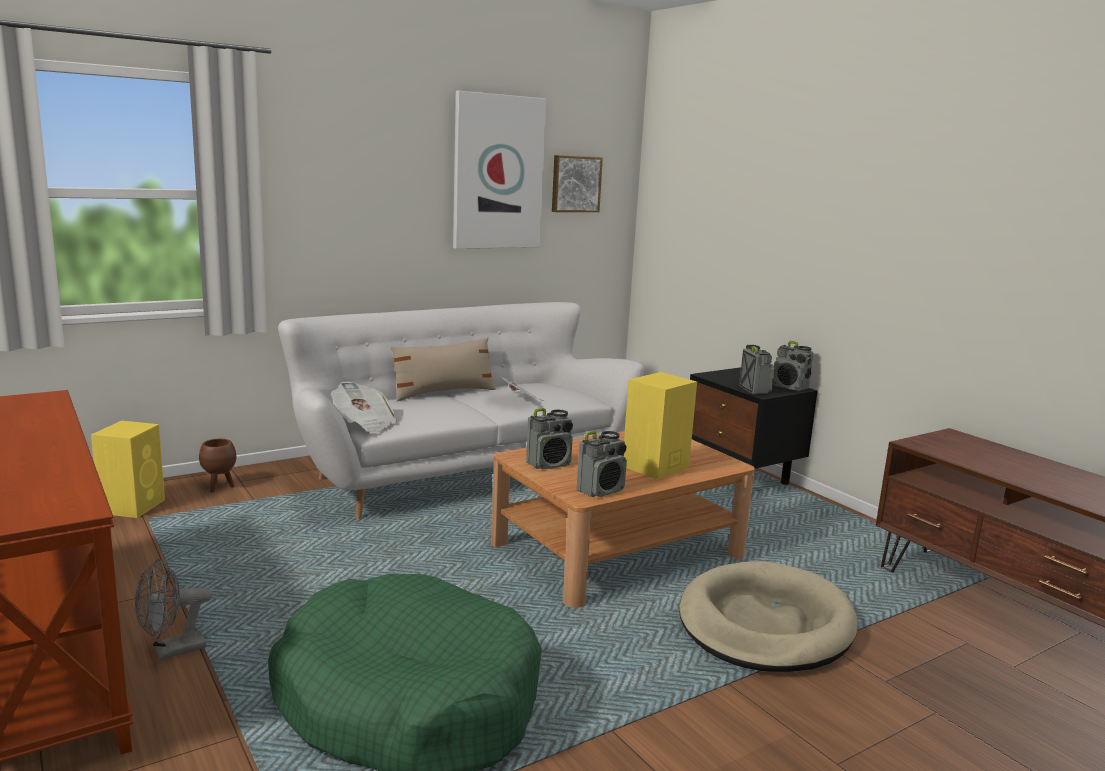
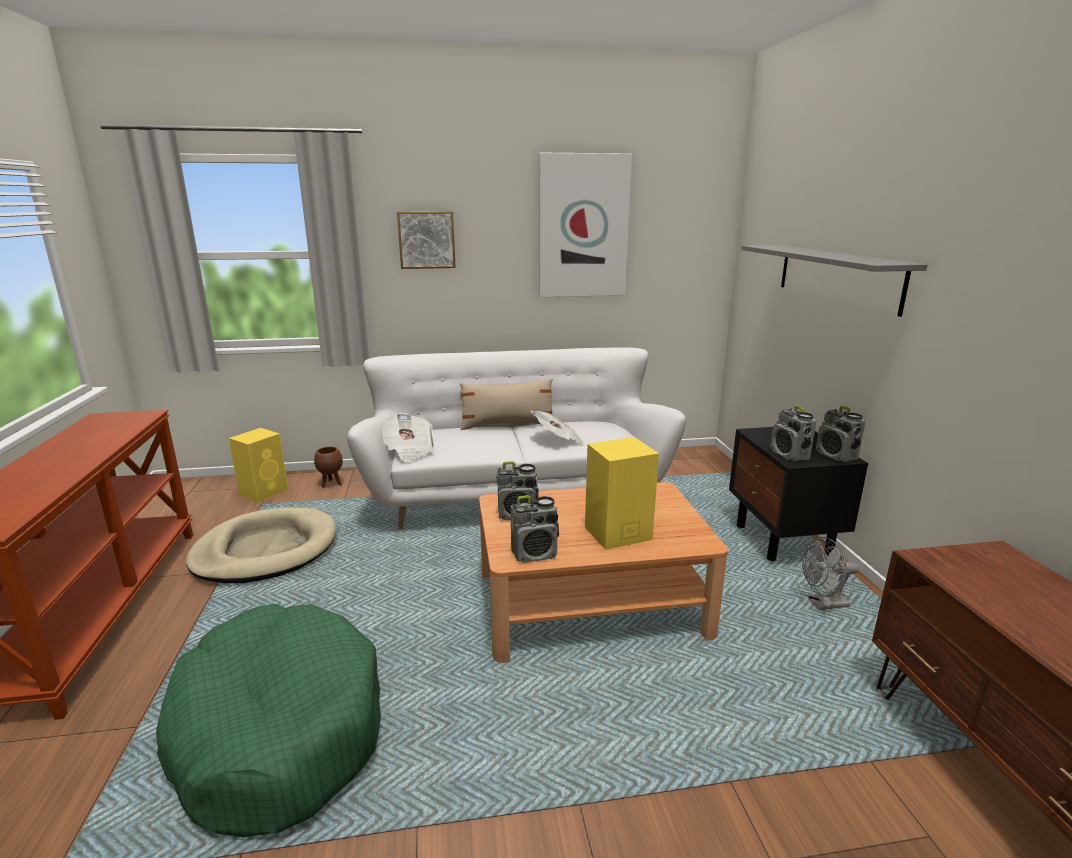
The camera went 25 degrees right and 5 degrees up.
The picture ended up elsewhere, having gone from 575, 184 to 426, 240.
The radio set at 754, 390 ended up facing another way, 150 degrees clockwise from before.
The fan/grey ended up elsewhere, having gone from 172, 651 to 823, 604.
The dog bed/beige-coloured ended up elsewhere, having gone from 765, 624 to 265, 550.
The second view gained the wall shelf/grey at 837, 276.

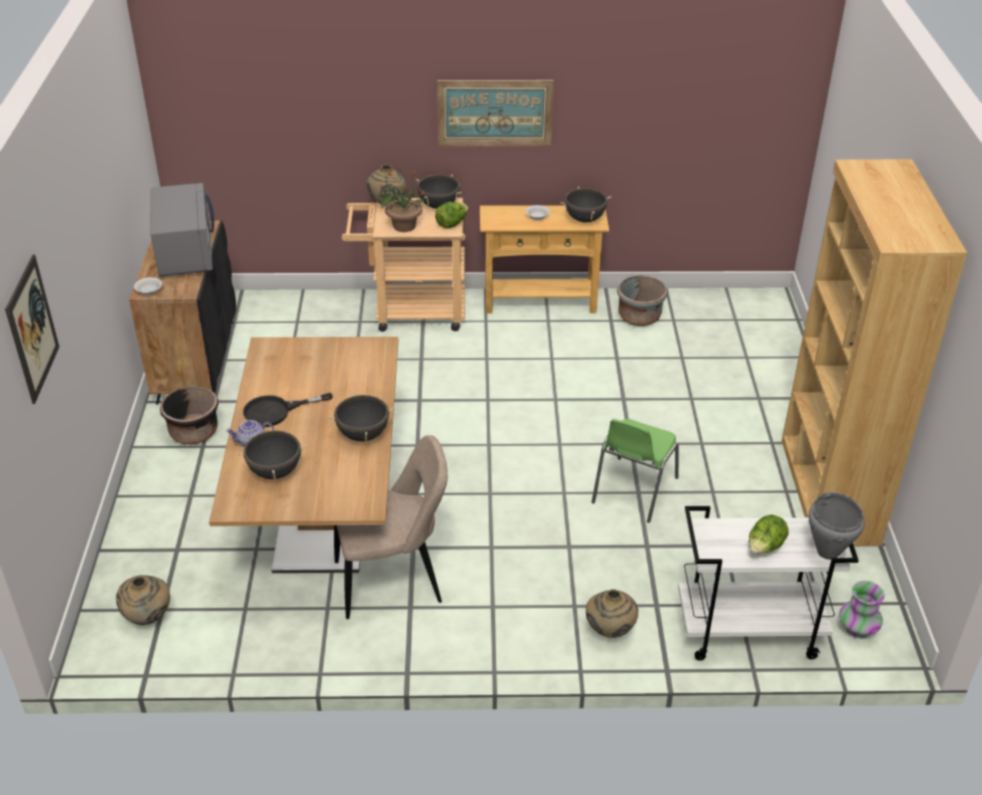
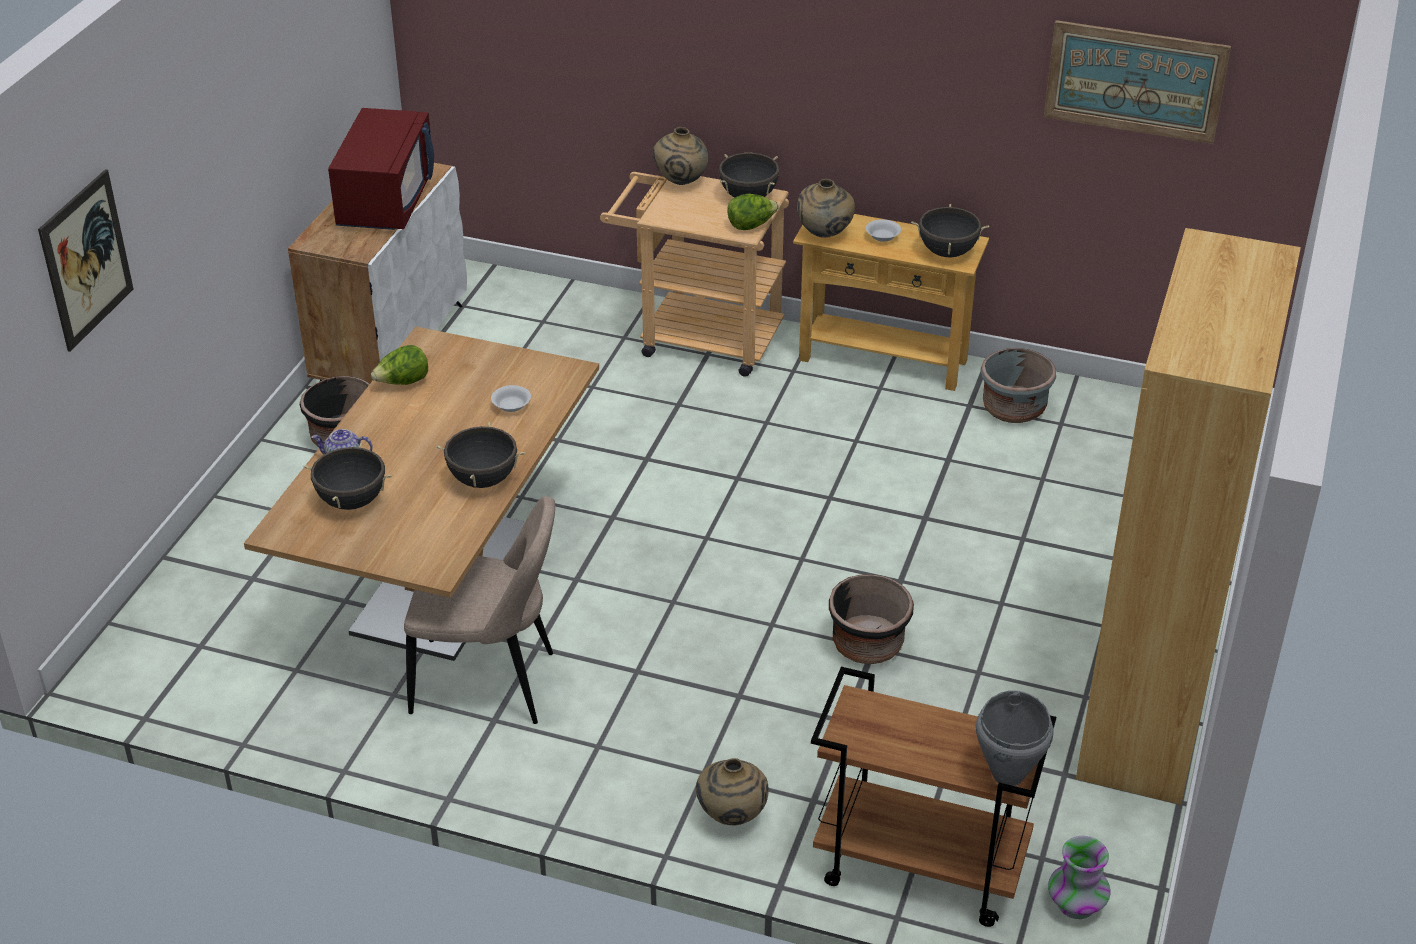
The camera went 20 degrees right and 0 degrees up.
The picture ended up elsewhere, having gone from 495, 112 to 1135, 81.
The second view lost the plant in a pot at 403, 226.
What was the kitchen microwave/grey at 185, 253 turned into the kitchen microwave/red-coloured at 386, 200.
What was the storage cabinet/black at 196, 361 turned into the storage cabinet/whitish at 391, 347.
The deep dish/whitish ended up elsewhere, having gone from 149, 291 to 512, 405.
The second view lost the skillet/black at 276, 411.
Where the upright chair/green stood at 633, 490, the planter/black came to stand at 867, 644.
What was the wheeled cart/whitish at 747, 632 turned into the wheeled cart/brown-coloured at 918, 868.
The lettuce ended up elsewhere, having gone from 764, 548 to 403, 383.
The flower vase/beige-coloured ended up elsewhere, having gone from 148, 617 to 824, 235.

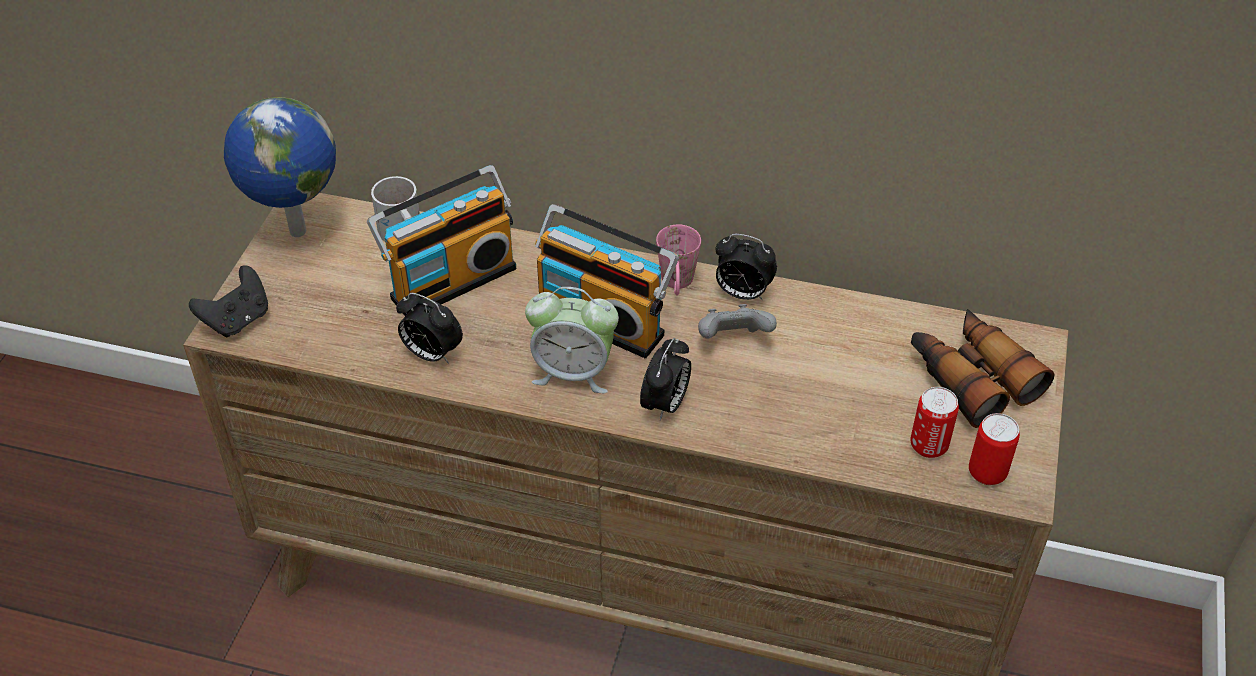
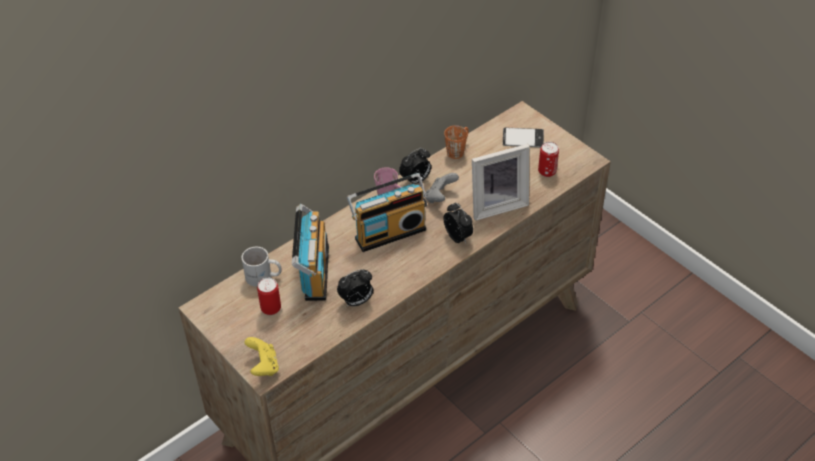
The camera went 55 degrees left and 0 degrees up.
The second view lost the desk globe at 295, 232.
What was the gamepad/black at 238, 320 turned into the gamepad/yellowish at 263, 366.
The second view lost the table clock at 573, 372.
Where the pair of binoculars stood at 971, 377, the phone came to stand at 522, 140.
The sealed can ended up elsewhere, having gone from 987, 473 to 271, 308.
The second view gained the mug/orange-coloured at 458, 150.
The second view gained the standing frame at 496, 204.

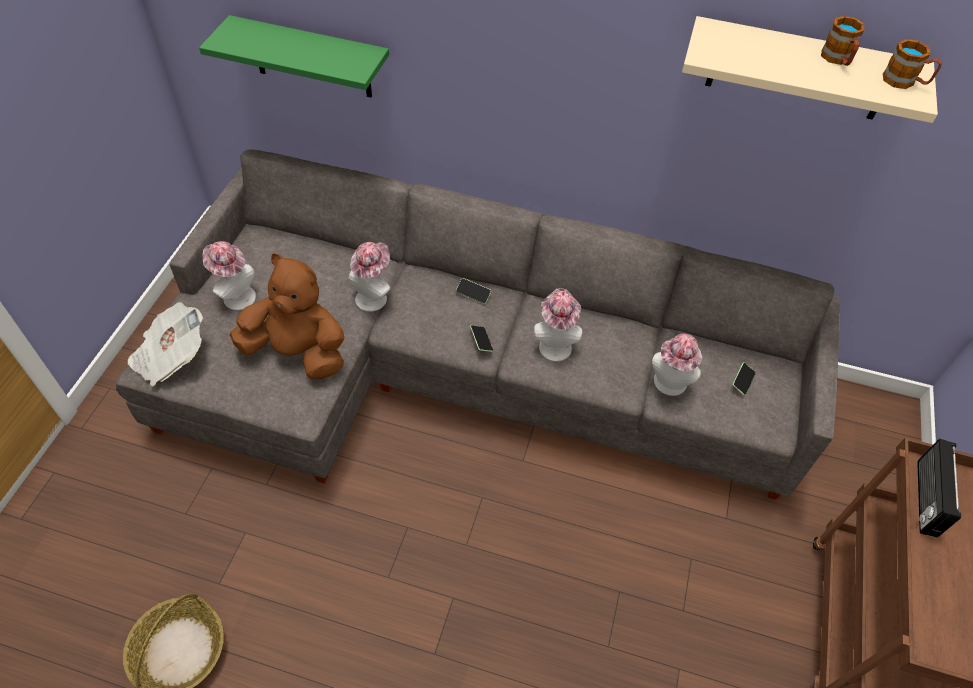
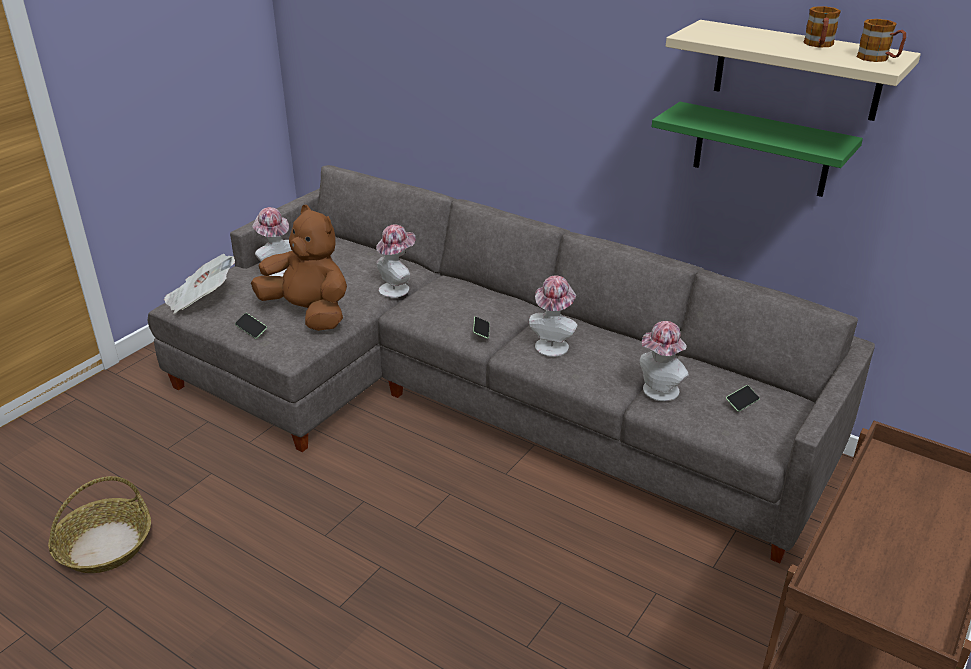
The camera went 20 degrees right and 20 degrees down.
The wall shelf/green ended up elsewhere, having gone from 312, 58 to 761, 150.
The phone ended up elsewhere, having gone from 473, 294 to 251, 330.
The second view lost the radio set at 924, 497.

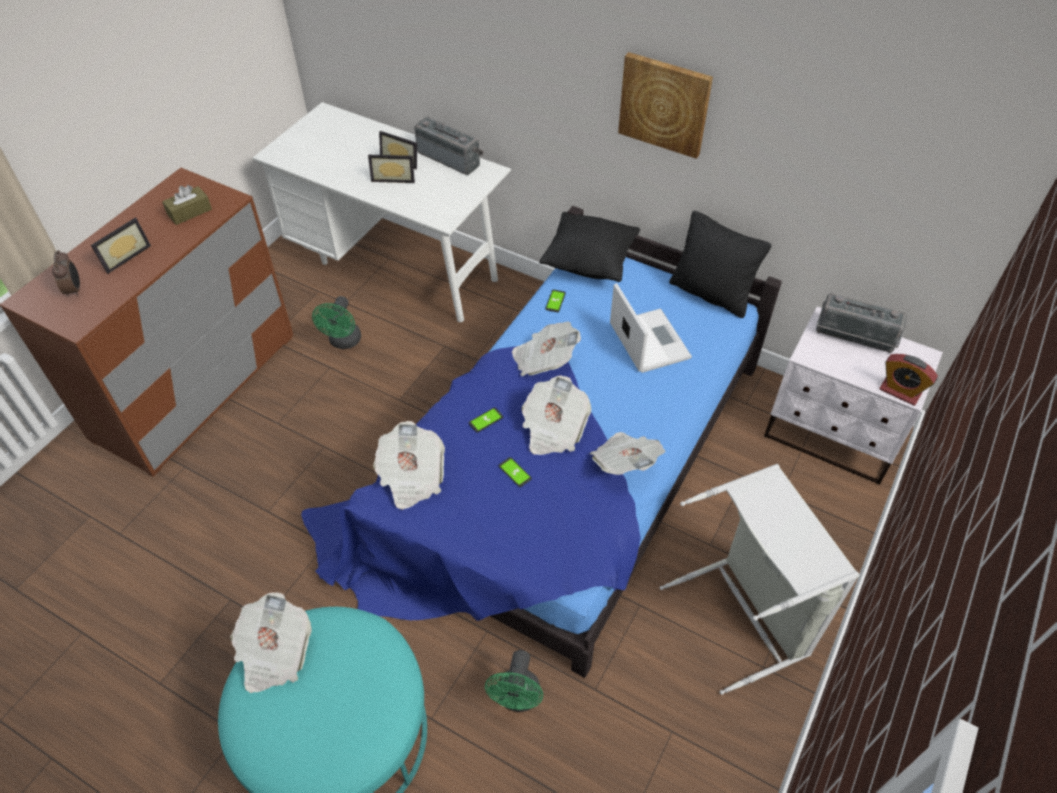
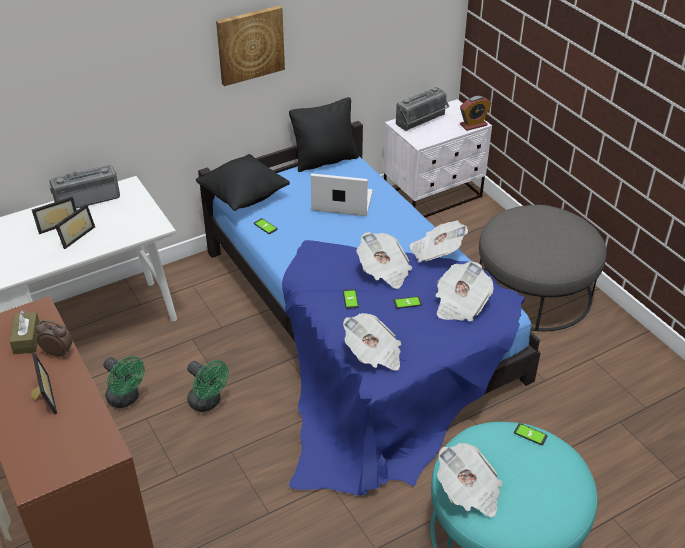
The camera went 60 degrees left and 10 degrees down.
The table clock ended up elsewhere, having gone from 74, 290 to 58, 352.
The daily paper ended up elsewhere, having gone from 544, 360 to 460, 304.
Where the laundry basket/grey stood at 746, 615, the ottoman/grey came to stand at 534, 291.
The fan/green ended up elsewhere, having gone from 517, 699 to 208, 403.
The second view gained the phone at 530, 434.

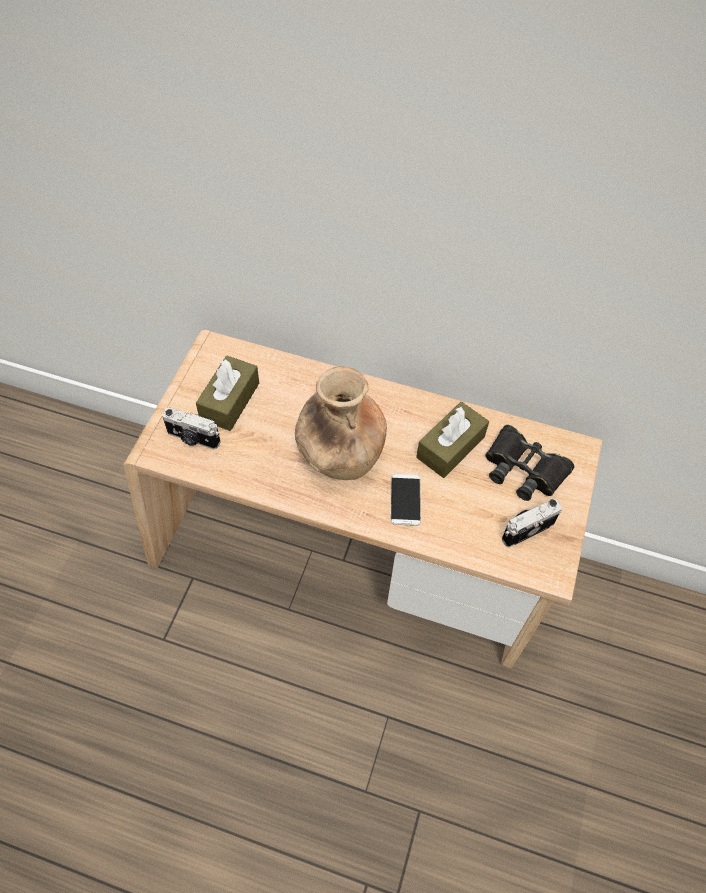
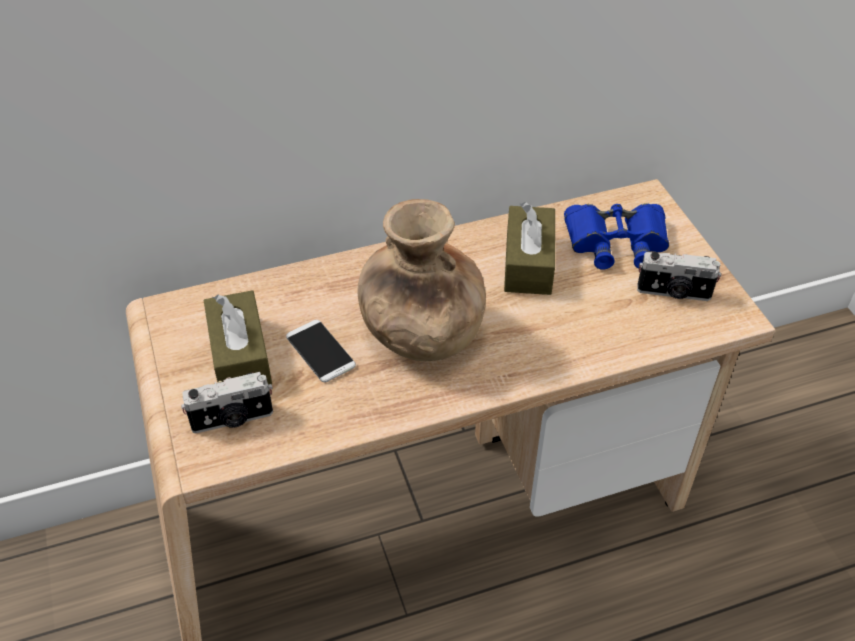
The camera went 35 degrees left and 10 degrees down.
What was the pair of binoculars/black at 524, 469 turned into the pair of binoculars/blue at 616, 242.
The phone ended up elsewhere, having gone from 405, 500 to 320, 351.
The still camera at 526, 529 ended up facing another way, 105 degrees counterclockwise from before.

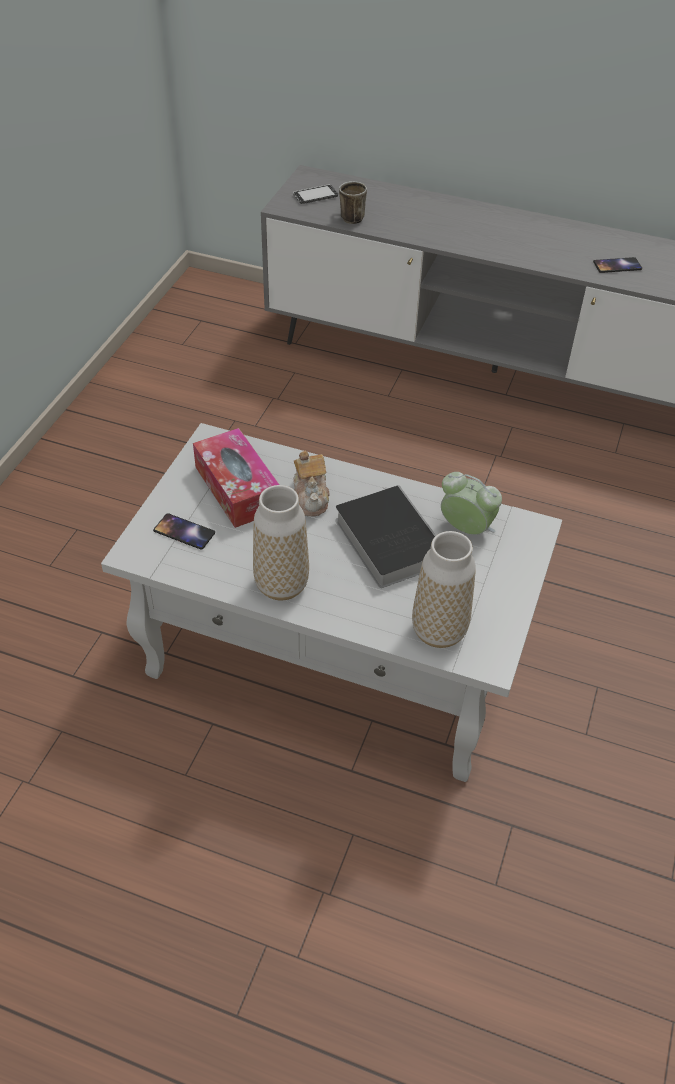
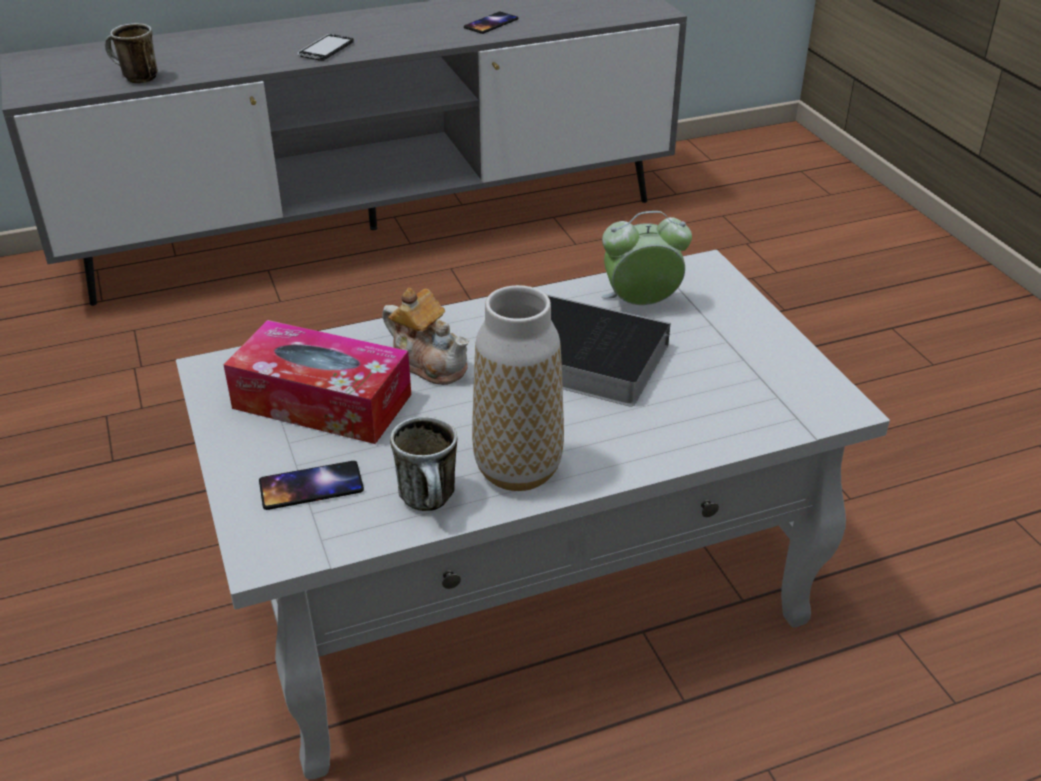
The camera went 40 degrees left and 10 degrees down.
The phone ended up elsewhere, having gone from 315, 196 to 326, 49.
The second view lost the flower vase at 438, 631.
The second view gained the mug at 432, 503.

